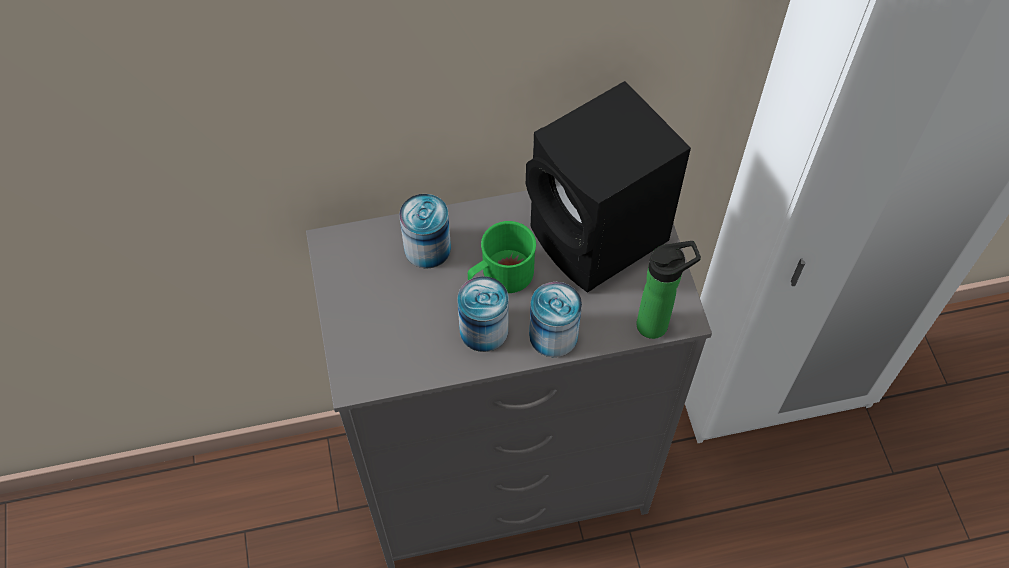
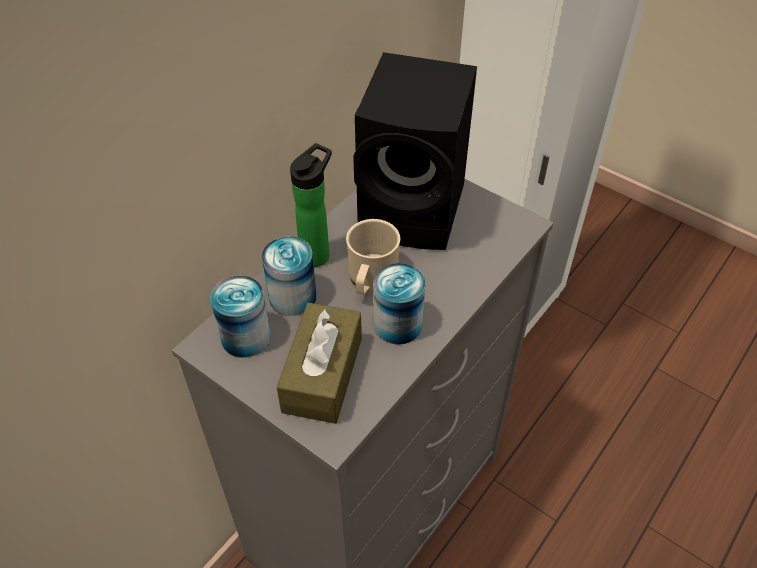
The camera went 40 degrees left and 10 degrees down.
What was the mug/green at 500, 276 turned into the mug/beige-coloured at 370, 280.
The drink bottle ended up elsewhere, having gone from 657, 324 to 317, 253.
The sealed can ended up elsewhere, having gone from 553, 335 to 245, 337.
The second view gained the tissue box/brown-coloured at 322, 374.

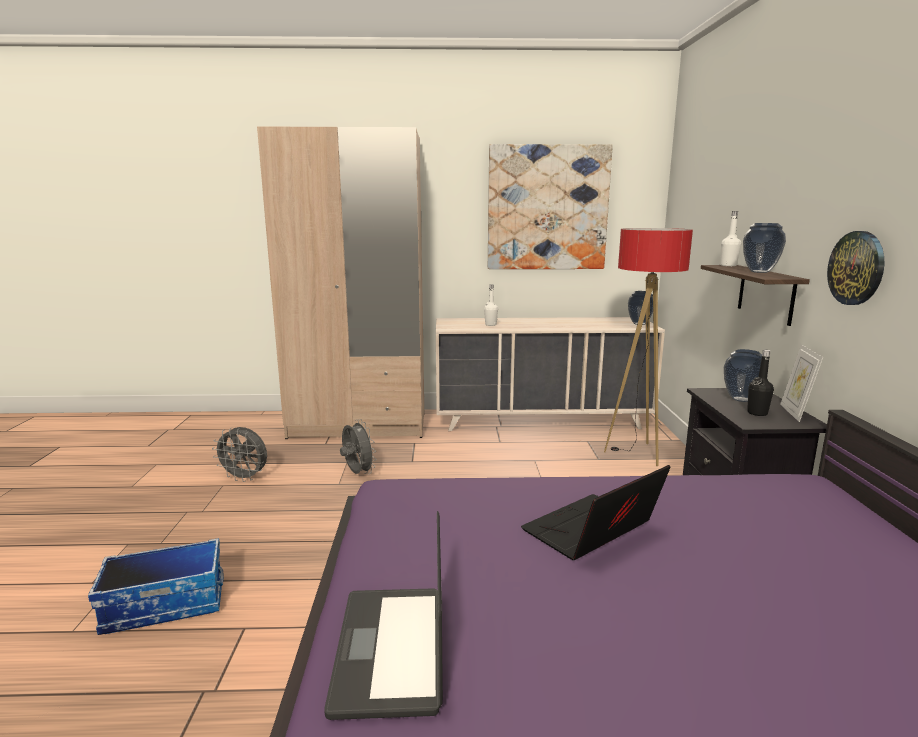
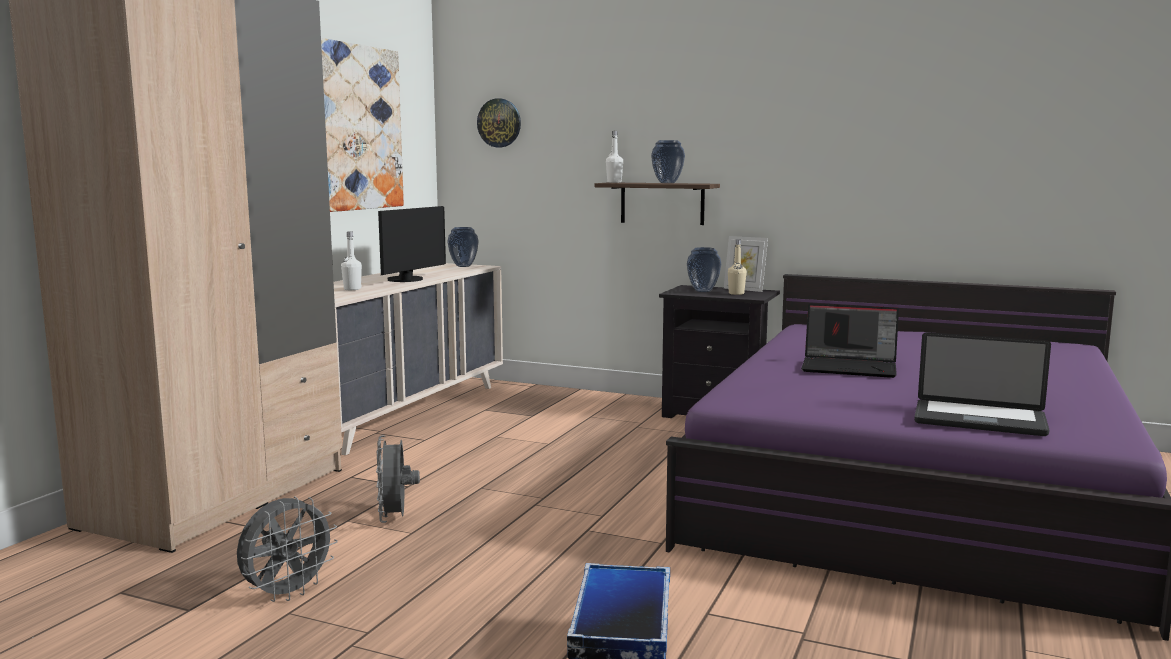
The camera went 65 degrees left and 5 degrees down.
The second view lost the standing lamp at 635, 453.
The clock on the wall ended up elsewhere, having gone from 856, 268 to 499, 123.
What was the drink bottle/black at 757, 413 turned into the drink bottle/beige-coloured at 736, 293.
The fan/grey at 357, 473 ended up facing another way, 90 degrees counterclockwise from before.
The notebook computer at 591, 532 ended up facing another way, 60 degrees counterclockwise from before.
The second view gained the monitor at 408, 280.

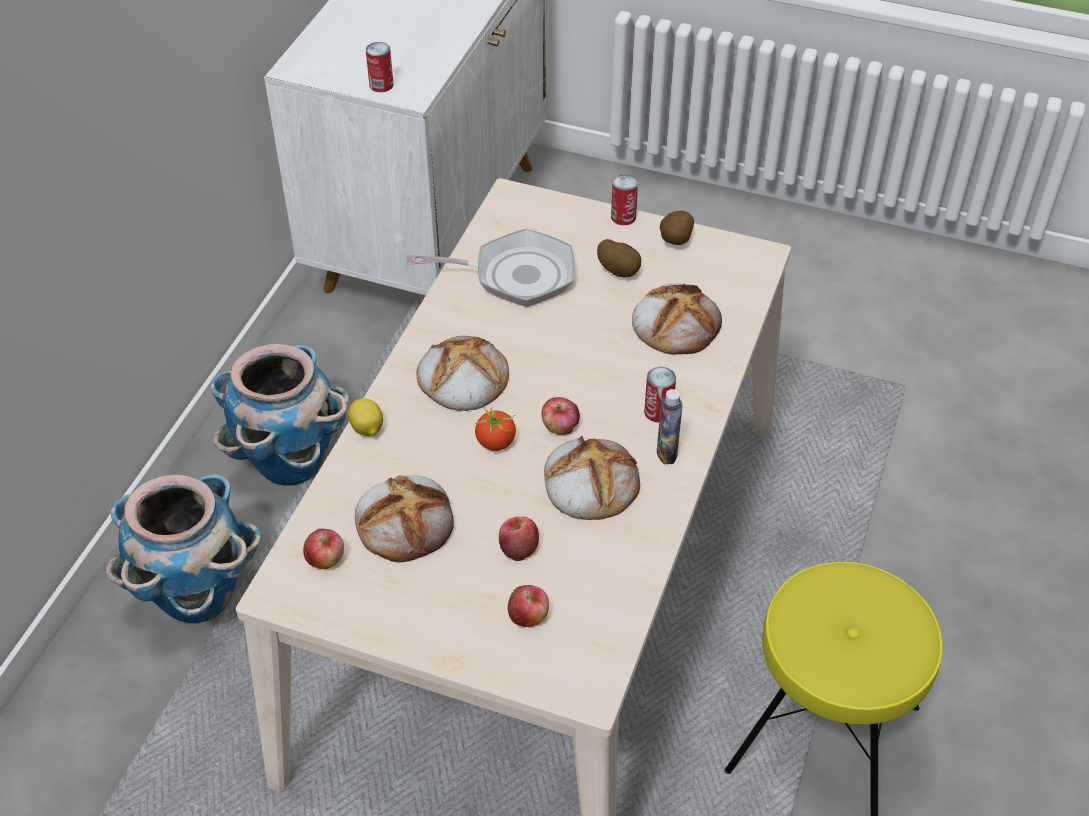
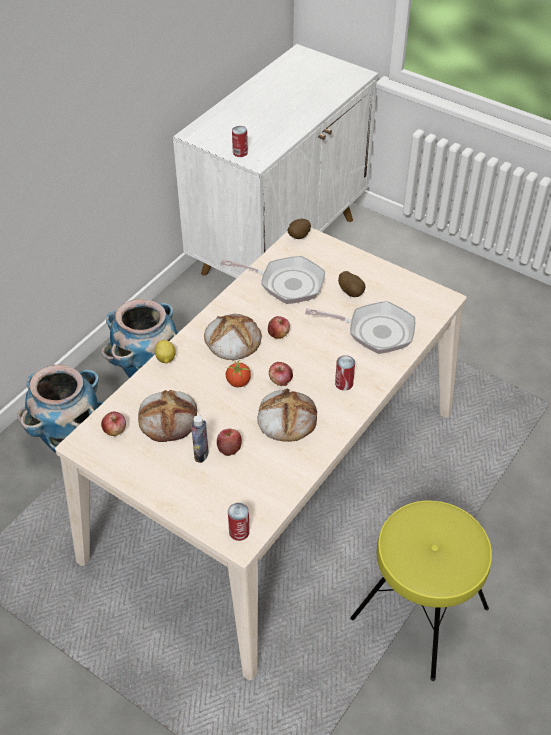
The camera went 15 degrees right and 0 degrees up.
The sealed can ended up elsewhere, having gone from 623, 217 to 239, 531.
The spud ended up elsewhere, having gone from 674, 241 to 298, 237.
Where the bakery bread stood at 676, 323, the skillet came to stand at 375, 331.
The drink bottle ended up elsewhere, having gone from 667, 452 to 201, 454.
The whole apple ended up elsewhere, having gone from 528, 616 to 278, 334.

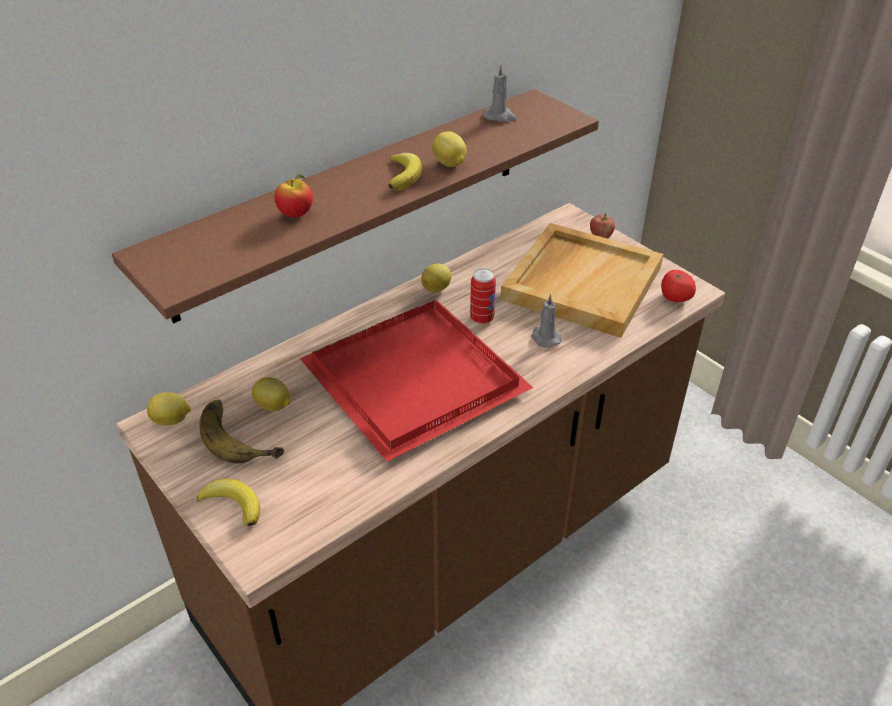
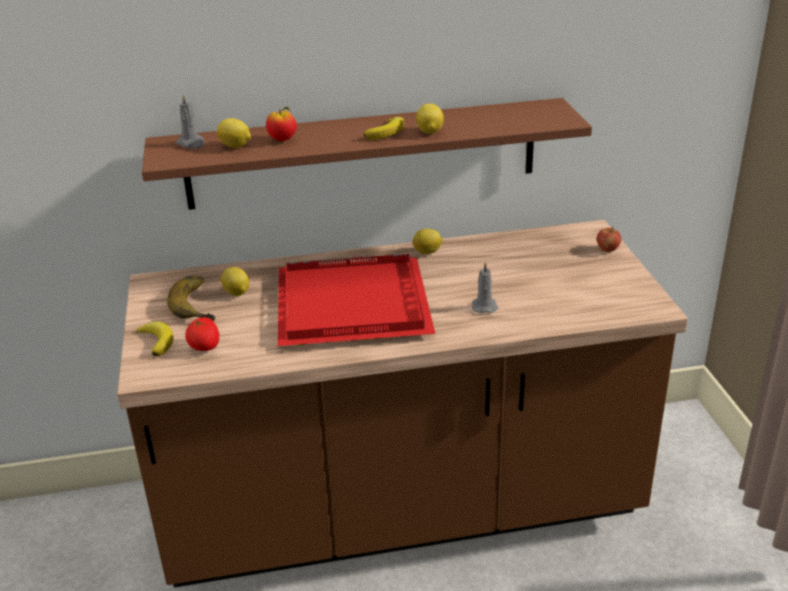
The camera went 30 degrees right and 10 degrees down.
The wax light/grey ended up elsewhere, having gone from 500, 117 to 191, 144.
The second view lost the serving tray/beige-coloured at 581, 282.
The second view lost the sealed can at 482, 318.
The fresh tomato ended up elsewhere, having gone from 674, 298 to 205, 347.
The citrus fruit ended up elsewhere, having gone from 172, 420 to 236, 146.

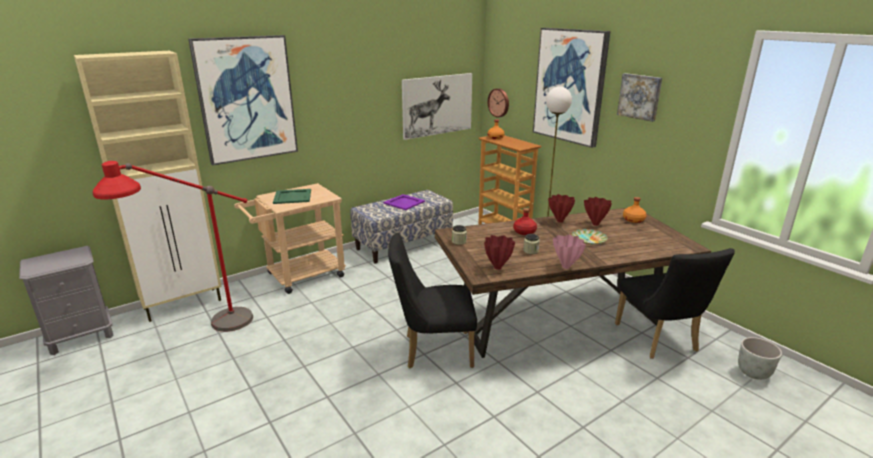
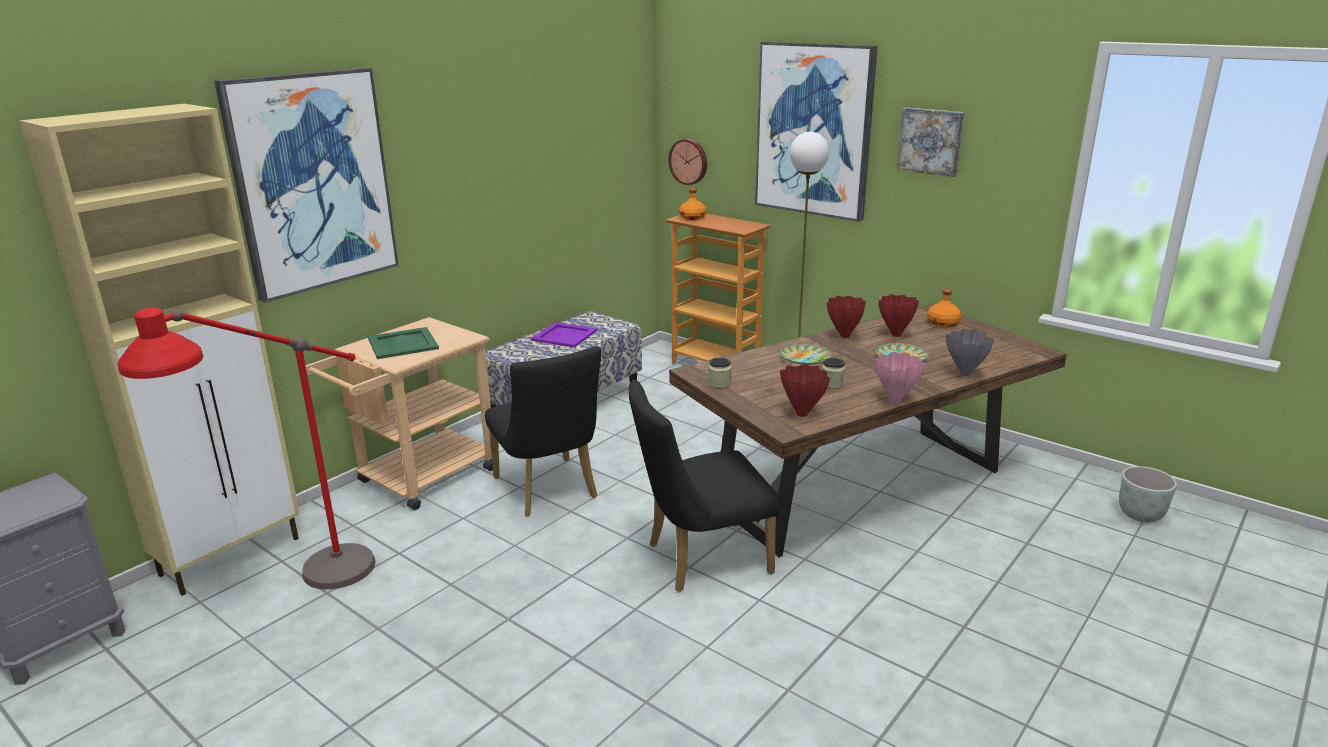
The camera went 15 degrees left and 0 degrees up.
The second view lost the picture at 437, 105.
Where the drink bottle/red-coloured stood at 524, 232, the dinner plate came to stand at 805, 358.
The upright chair/black ended up elsewhere, having gone from 659, 341 to 549, 491.
The second view gained the flower vase/grey at 965, 374.

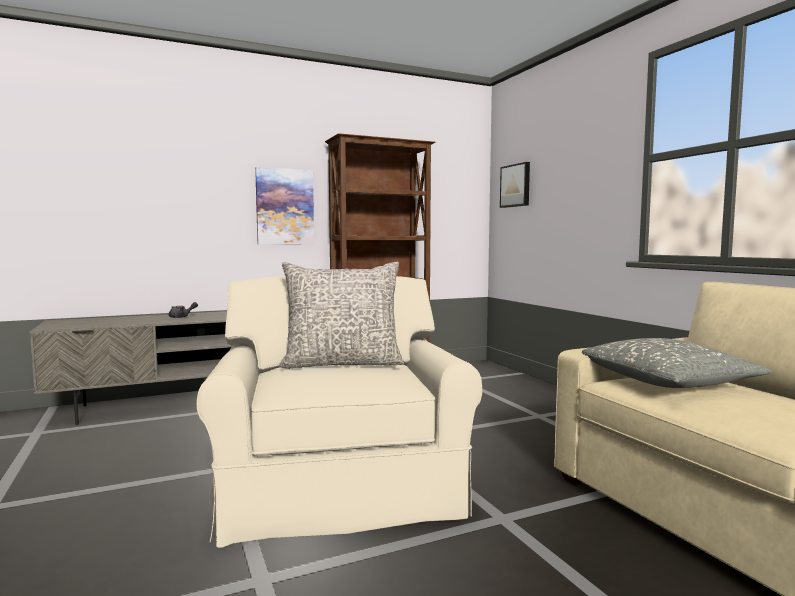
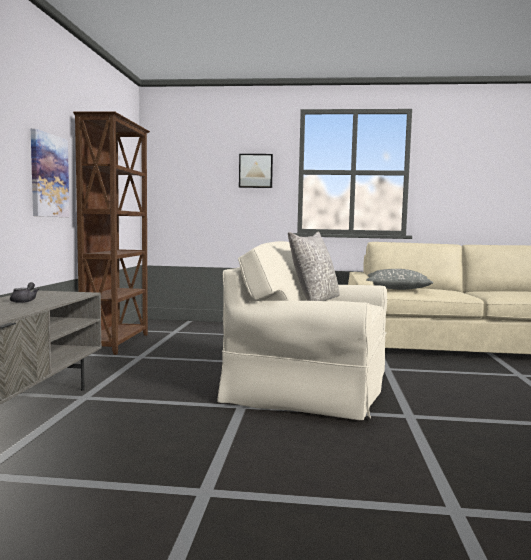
The camera went 60 degrees left and 0 degrees up.
The picture ended up elsewhere, having gone from 516, 185 to 256, 171.

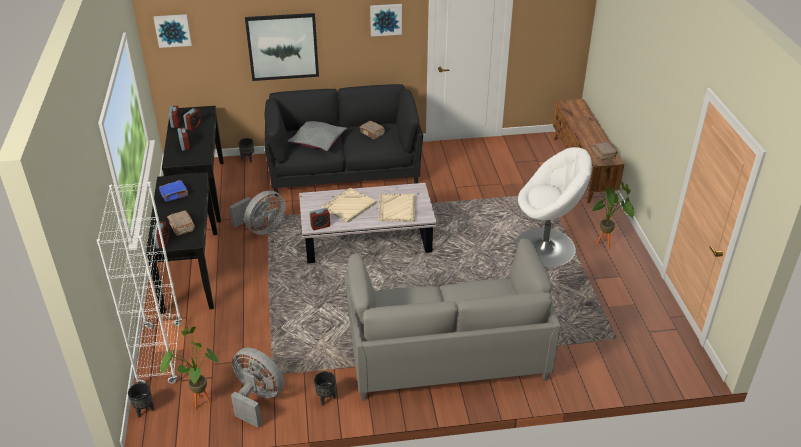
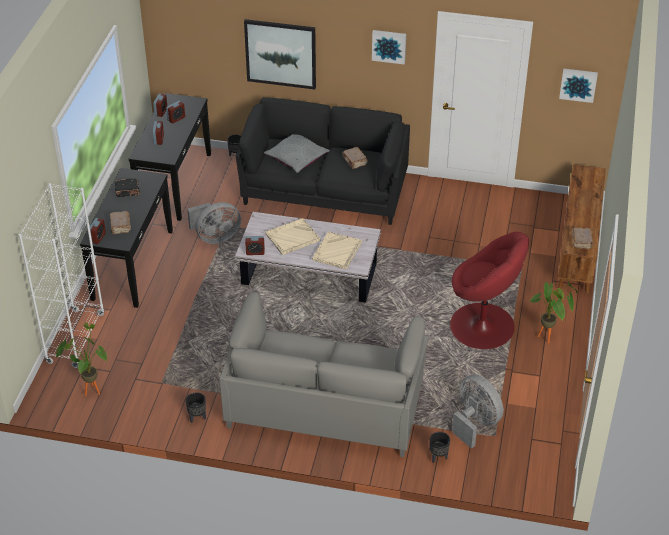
The camera went 20 degrees right and 5 degrees up.
The picture ended up elsewhere, having gone from 173, 30 to 578, 84.
What was the lounge chair/whitish at 546, 247 turned into the lounge chair/red-coloured at 483, 326.
What was the bound book/blue at 175, 195 turned into the bound book/black at 128, 191.
The fan/grey ended up elsewhere, having gone from 257, 398 to 475, 422.
The planter/black ended up elsewhere, having gone from 144, 410 to 438, 457.

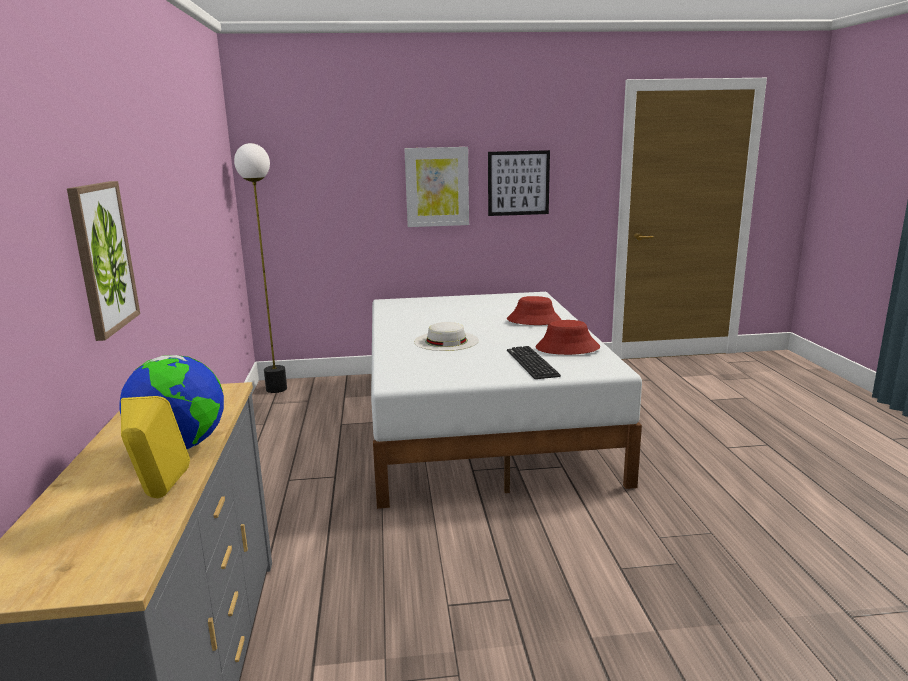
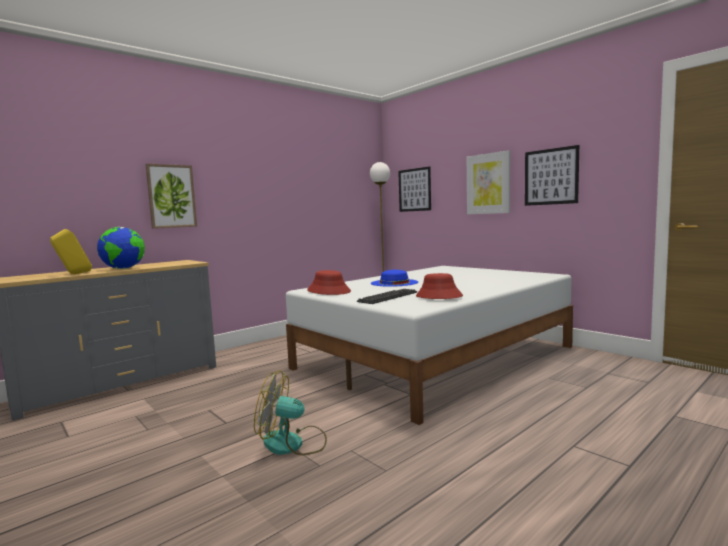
The camera went 55 degrees right and 10 degrees down.
The hat/red-coloured ended up elsewhere, having gone from 534, 320 to 329, 291.
What was the hat/whitish at 446, 341 turned into the hat/blue at 394, 283.
The second view gained the picture at 414, 190.
The second view gained the fan at 292, 444.

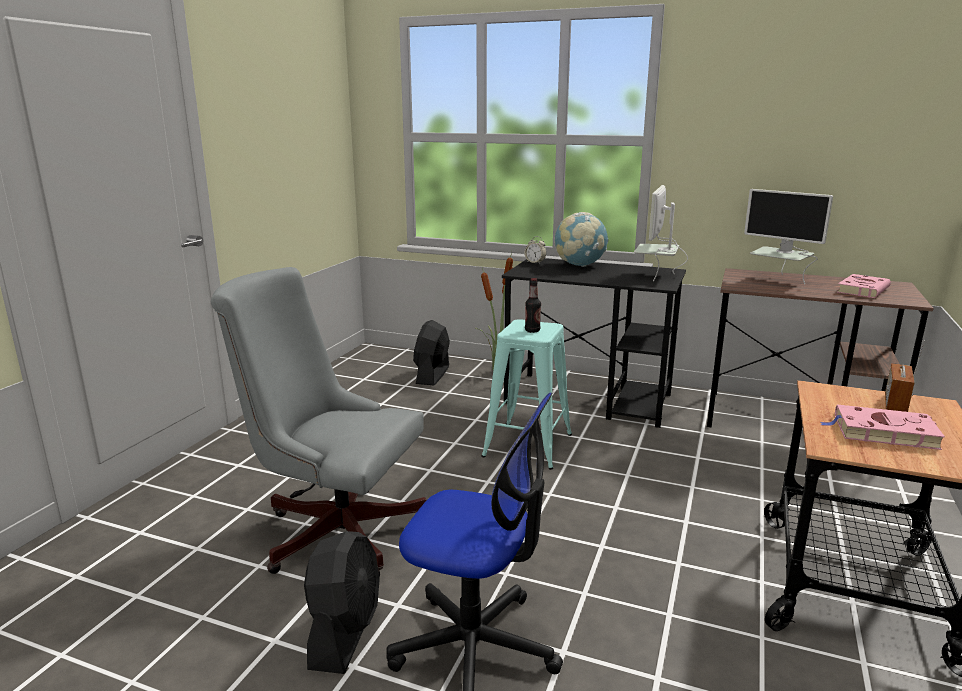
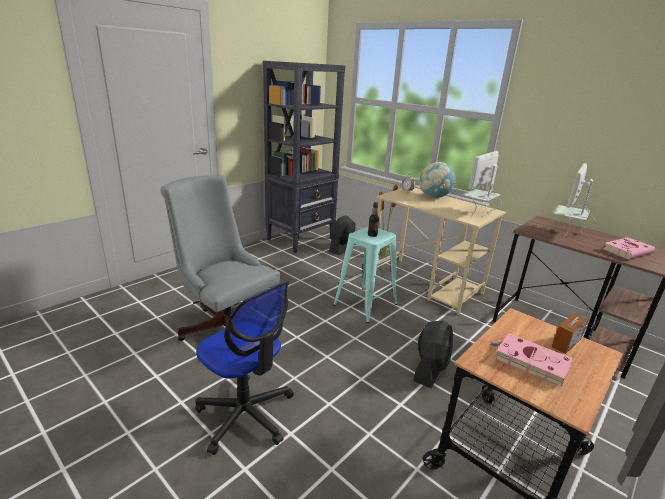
The camera went 20 degrees right and 5 degrees up.
The monitor at 778, 280 ended up facing another way, 60 degrees clockwise from before.
What was the desk table/black at 589, 399 turned into the desk table/beige-coloured at 426, 284.
The fan/black ended up elsewhere, having gone from 345, 631 to 430, 369.
The second view gained the shelving unit/black at 301, 239.

